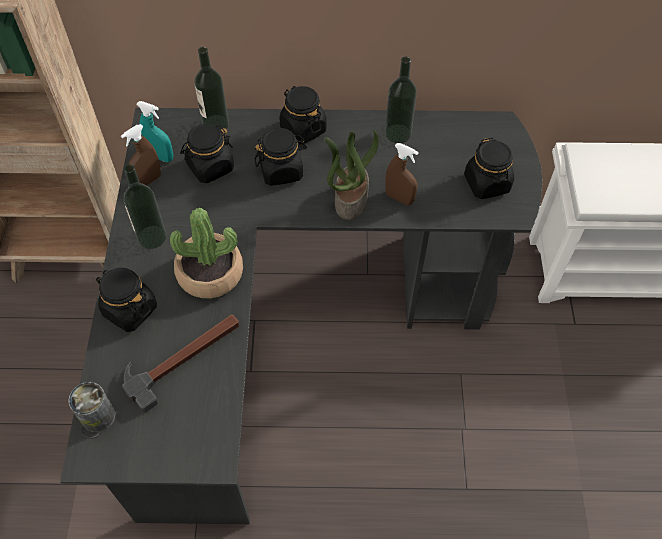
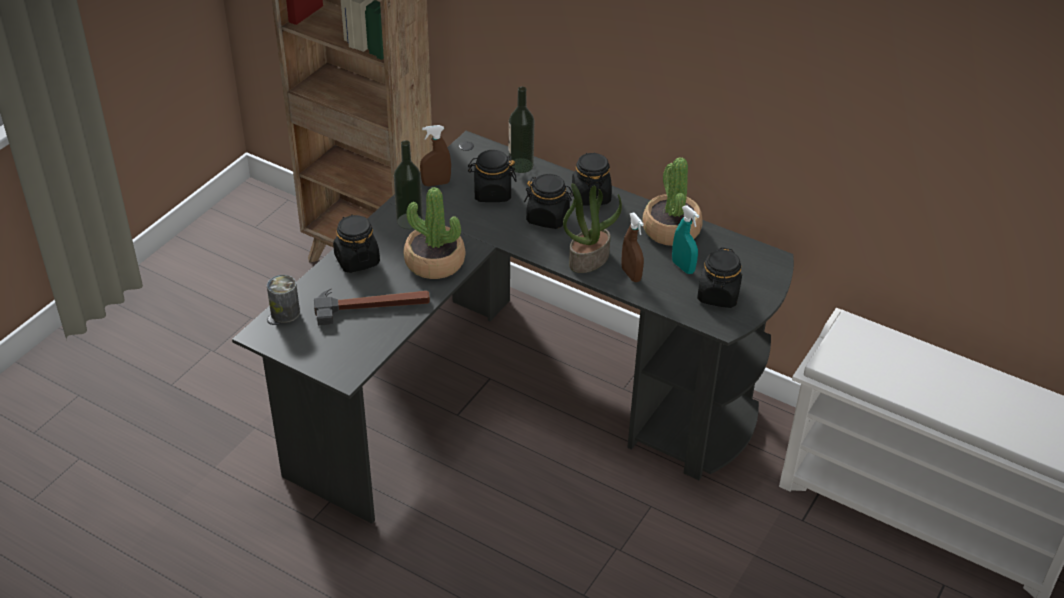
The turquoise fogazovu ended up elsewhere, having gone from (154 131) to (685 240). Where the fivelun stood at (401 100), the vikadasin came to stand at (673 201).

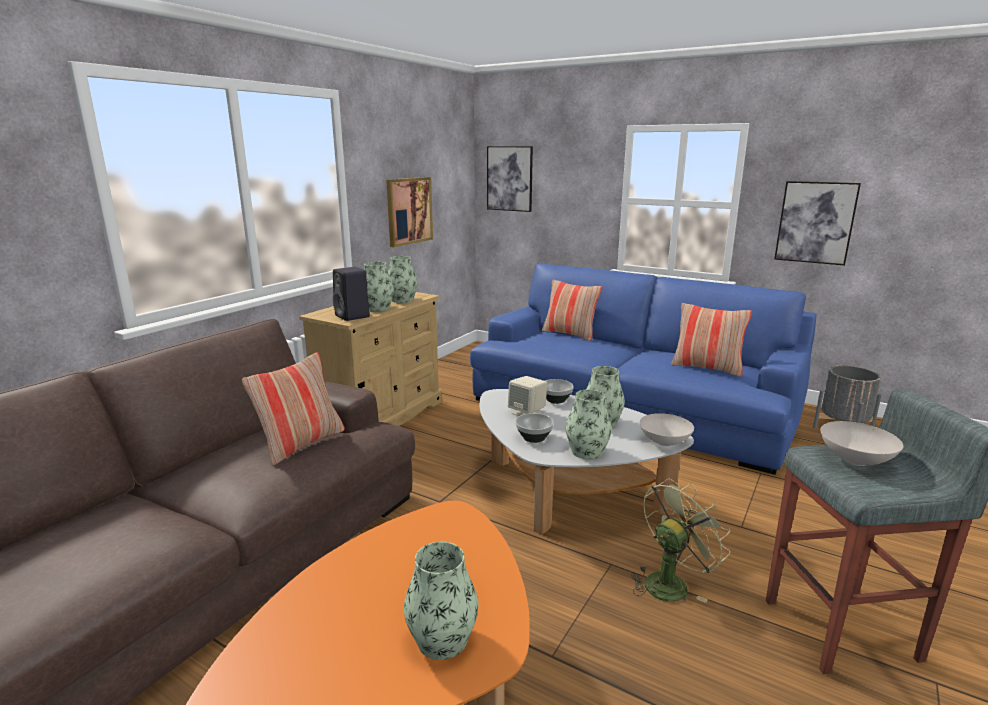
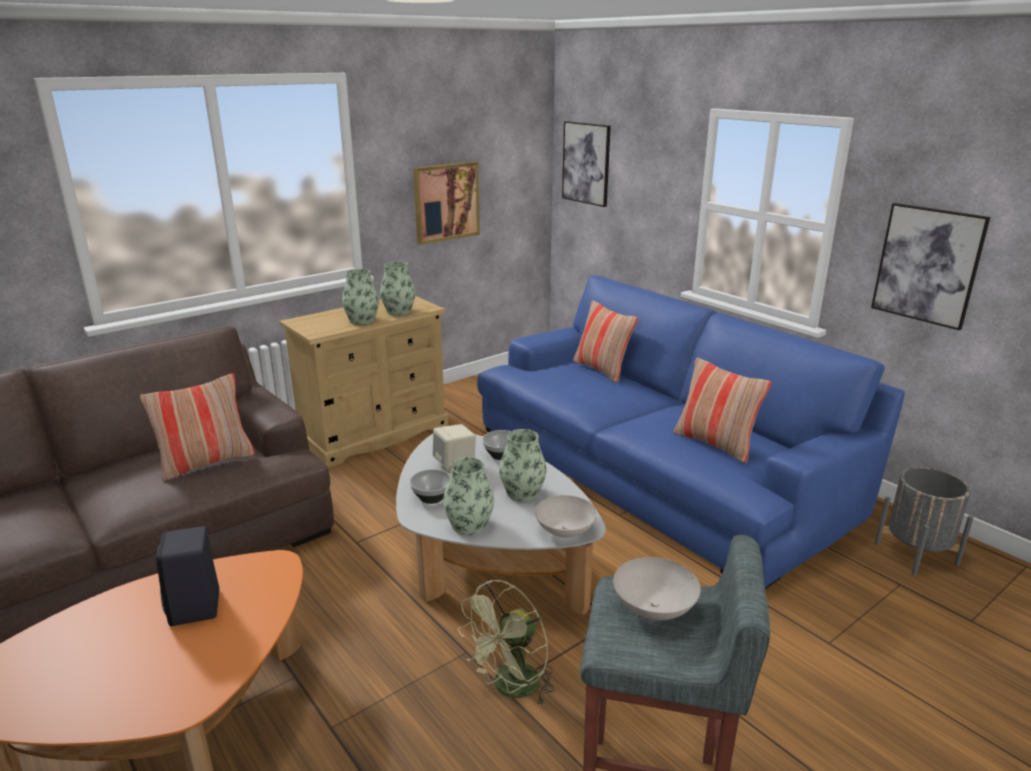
The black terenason ended up elsewhere, having gone from (351 294) to (187 576). The second view lost the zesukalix at (441 601). The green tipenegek at (680 540) ended up facing another way, 150 degrees clockwise from before.

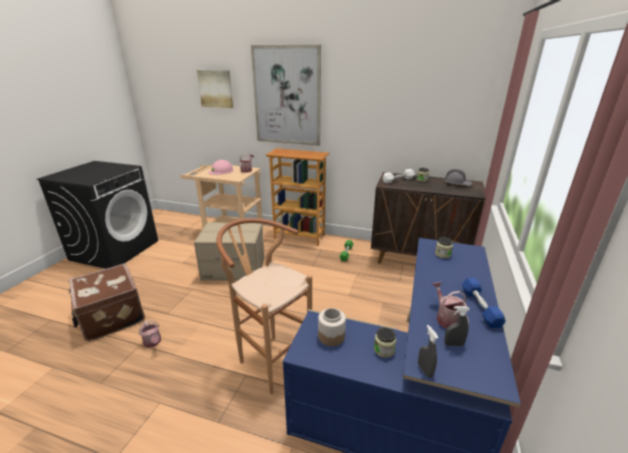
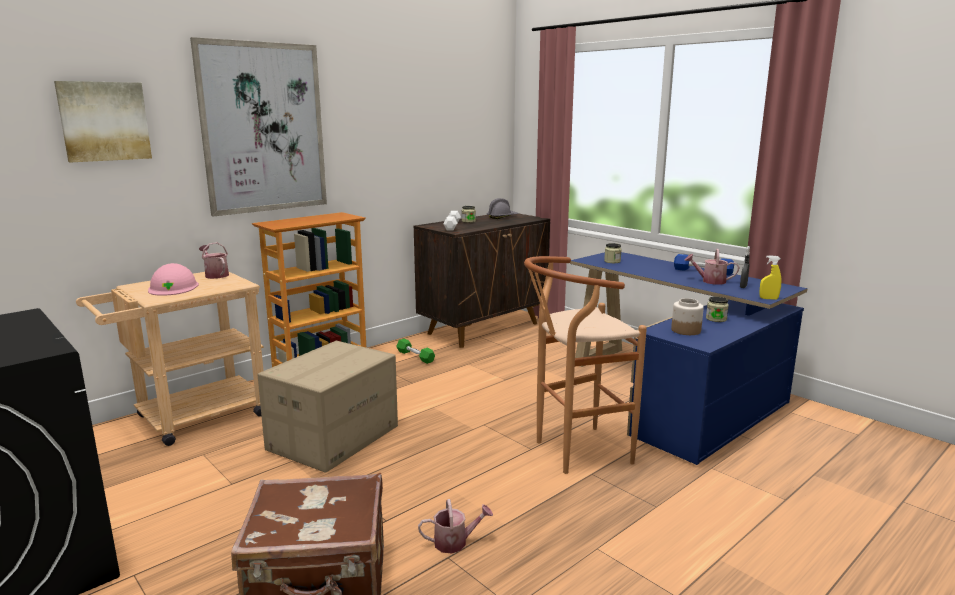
What was the grey fogazovu at (428 351) turned into the yellow fogazovu at (770 277).

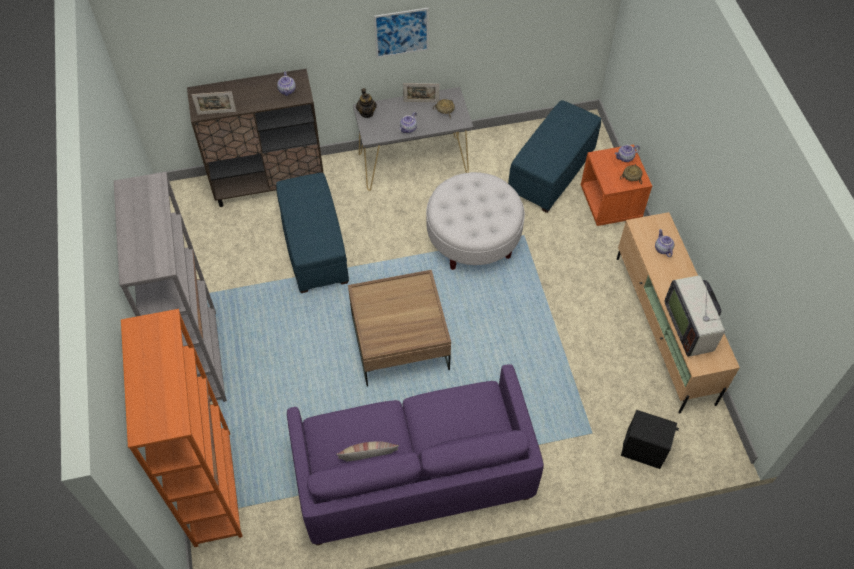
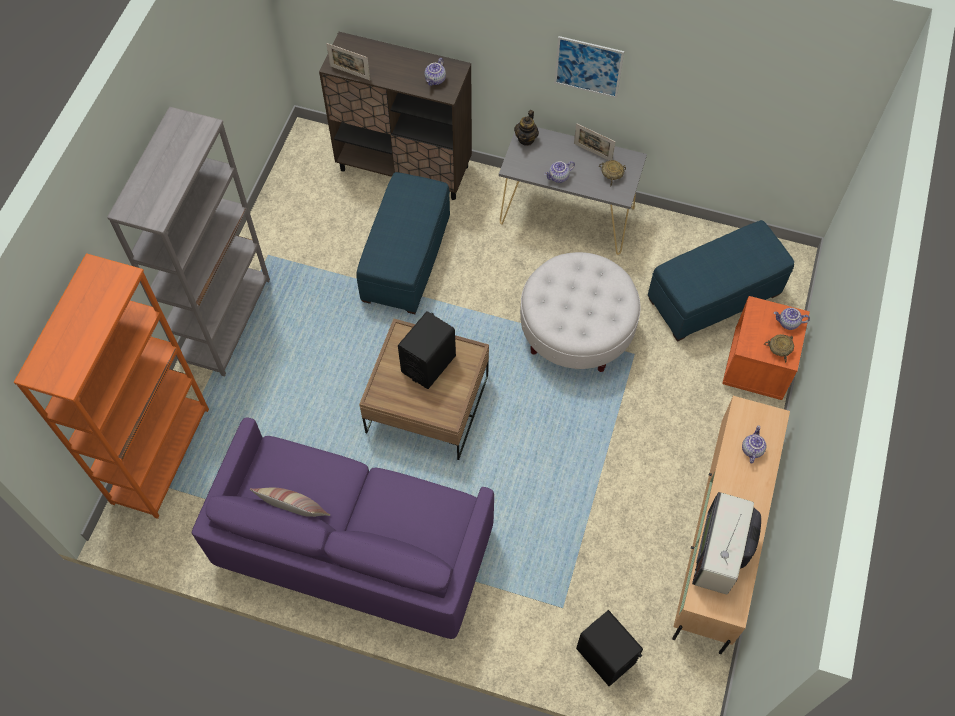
The second view gained the black terenason at (427 350).

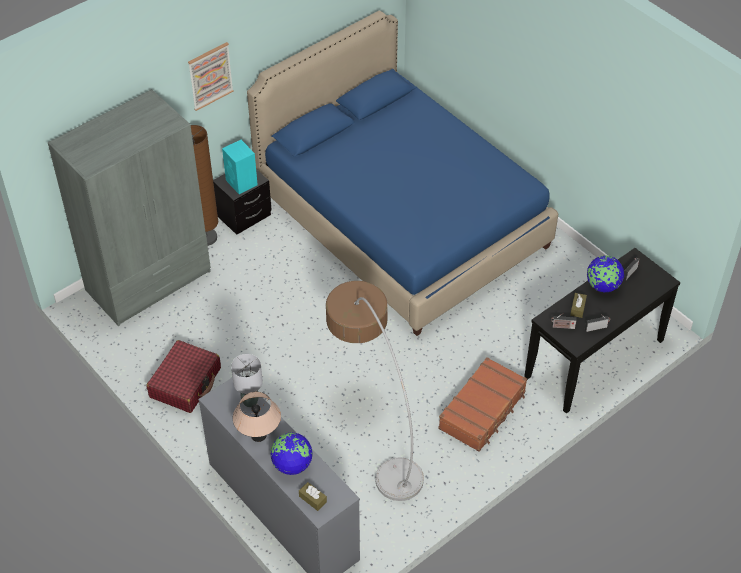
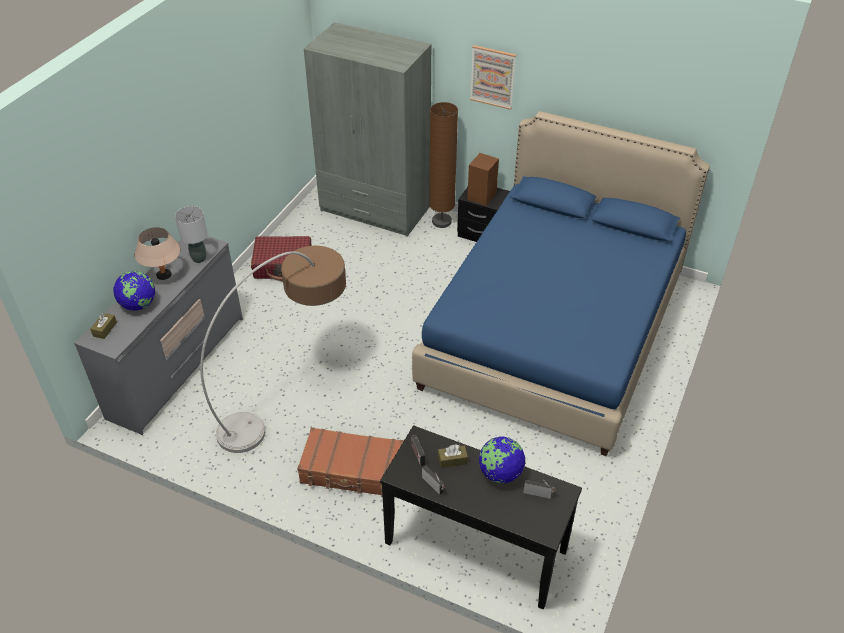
What was the turquoise terenason at (240 167) turned into the brown terenason at (483 179).

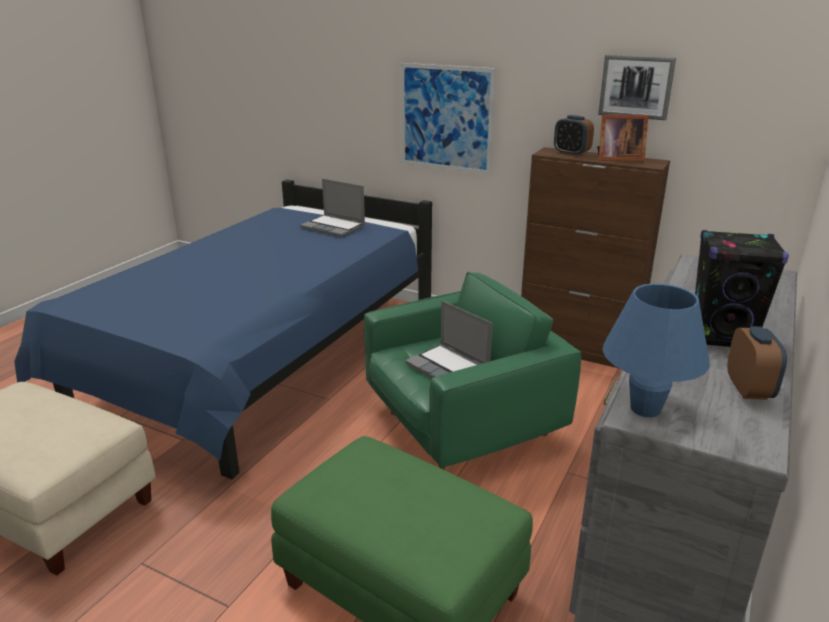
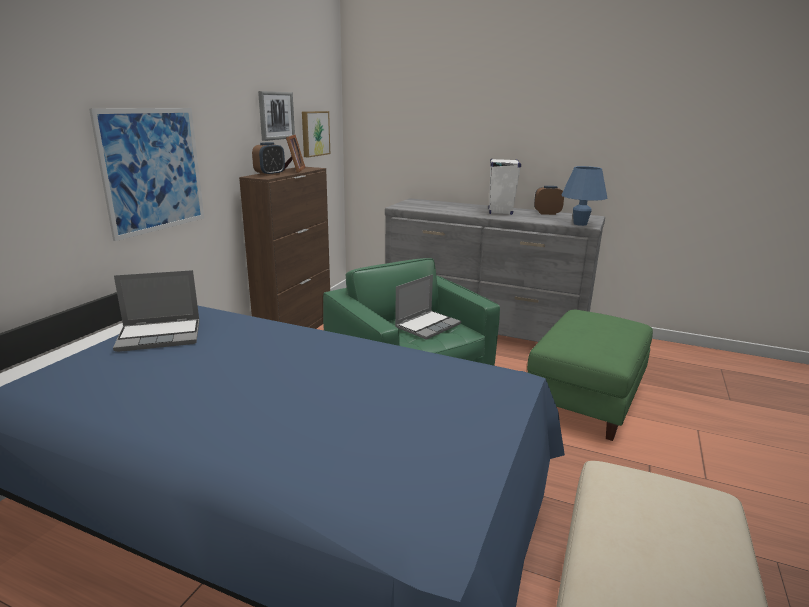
The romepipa at (332 208) ended up facing another way, 45 degrees clockwise from before. What was the black terenason at (742 288) turned into the white terenason at (504 187). The second view gained the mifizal at (316 134).

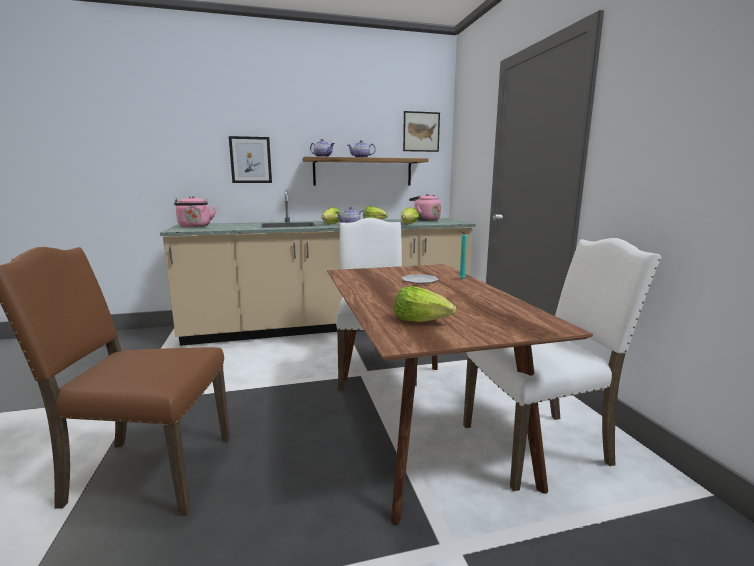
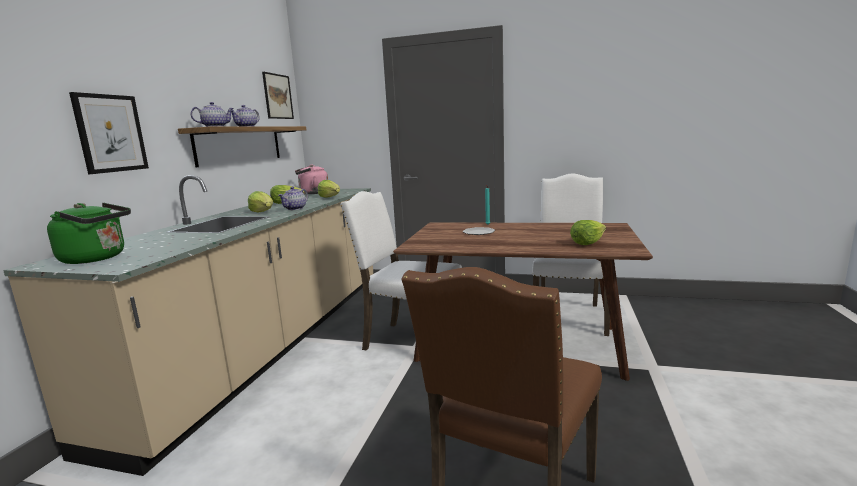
What was the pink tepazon at (195 211) turned into the green tepazon at (89 233).

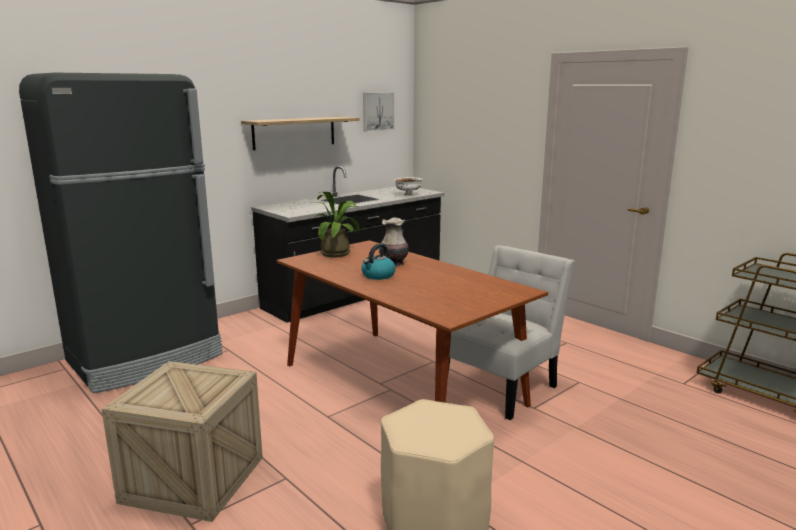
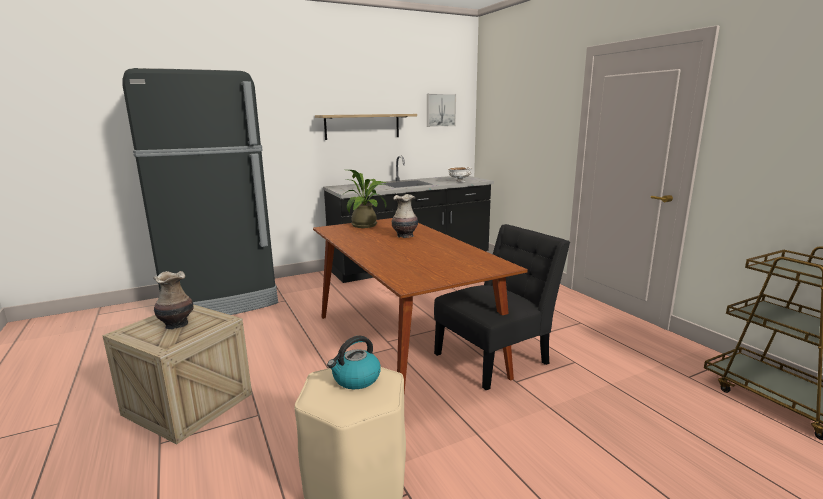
The tepazon ended up elsewhere, having gone from (379 262) to (354 362). What was the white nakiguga at (511 332) turned into the black nakiguga at (502 307). The second view gained the zesukalix at (173 300).

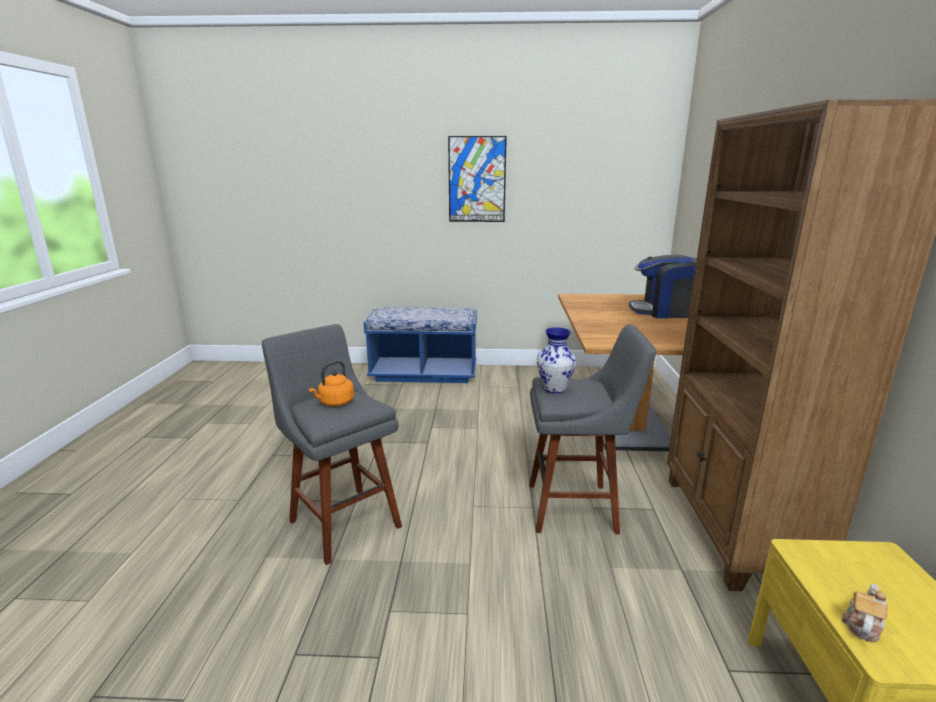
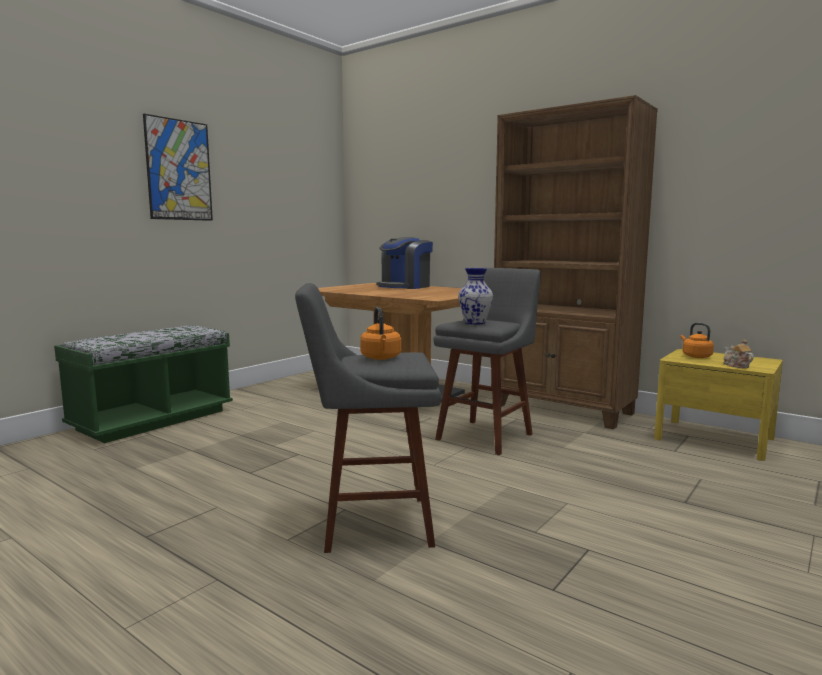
What was the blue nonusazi at (420 345) turned into the green nonusazi at (143 384). The second view gained the orange tepazon at (697 340).

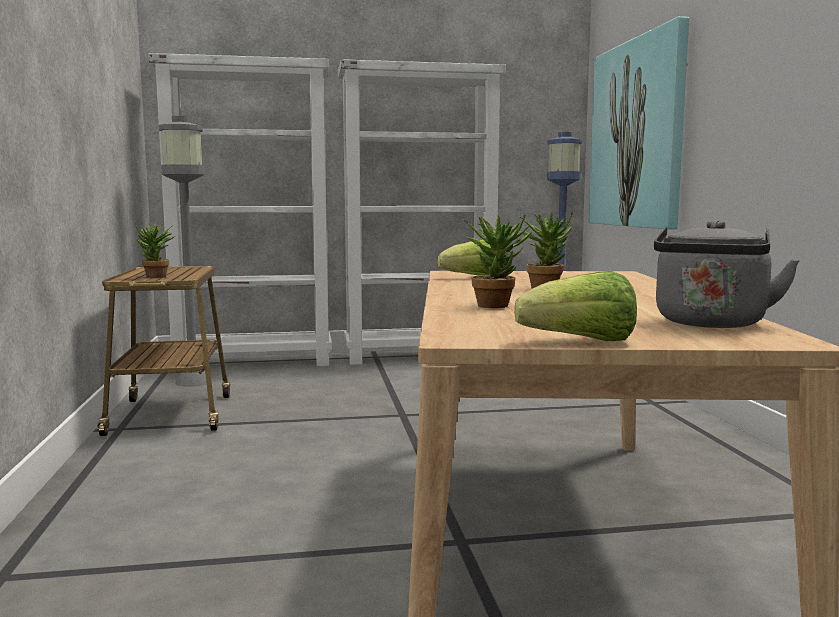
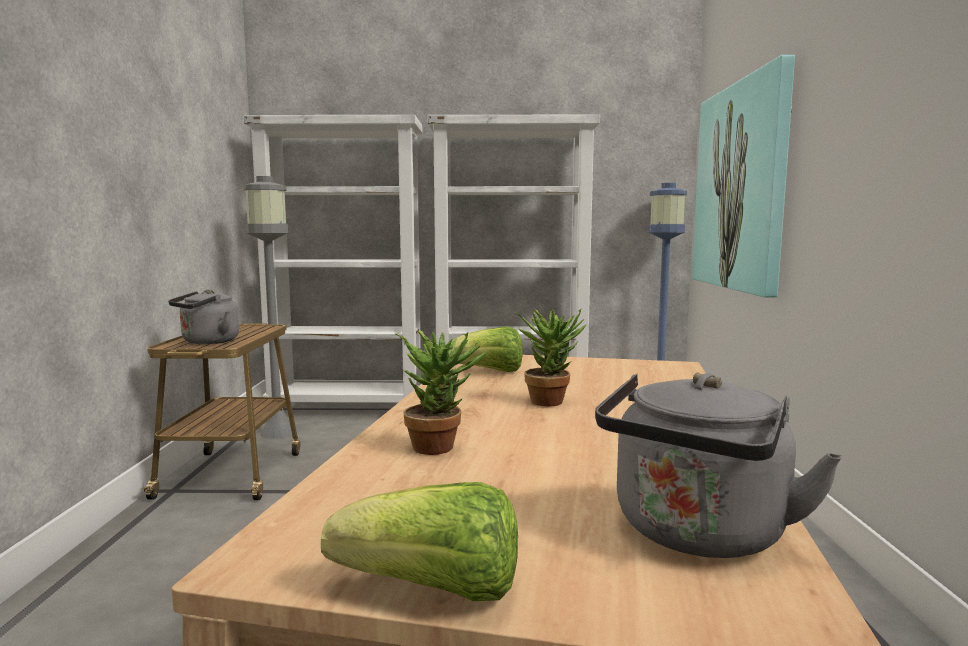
Where the vikadasin stood at (155 250), the grey tepazon came to stand at (203 316).

